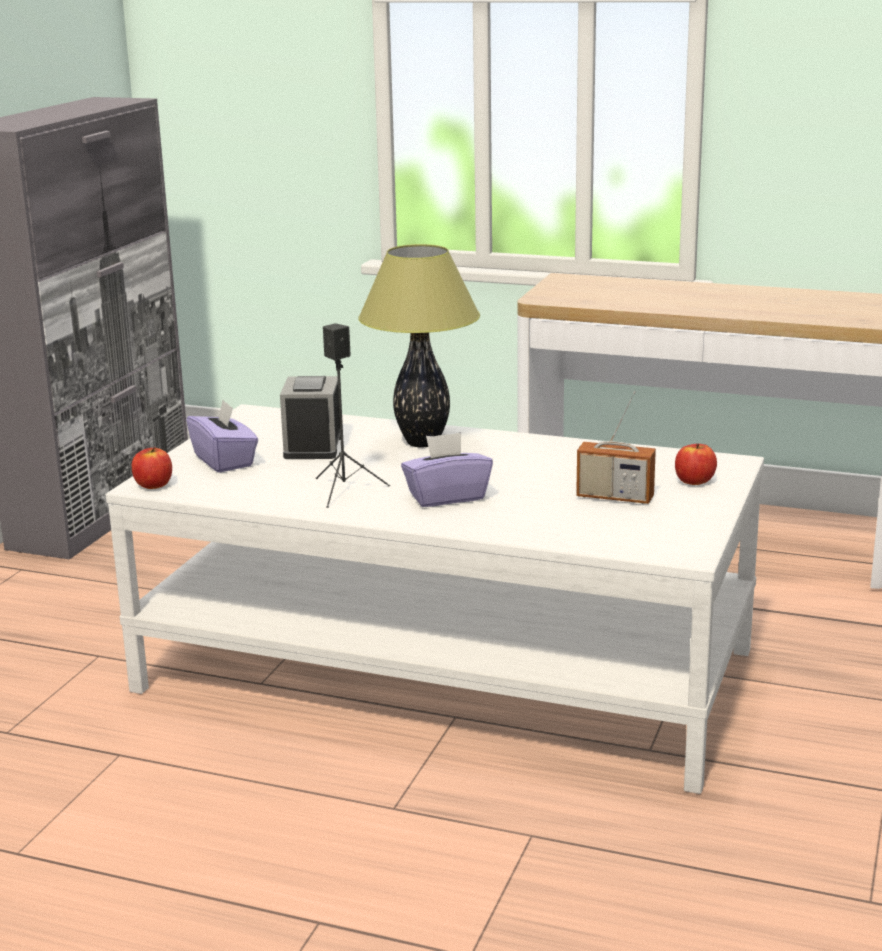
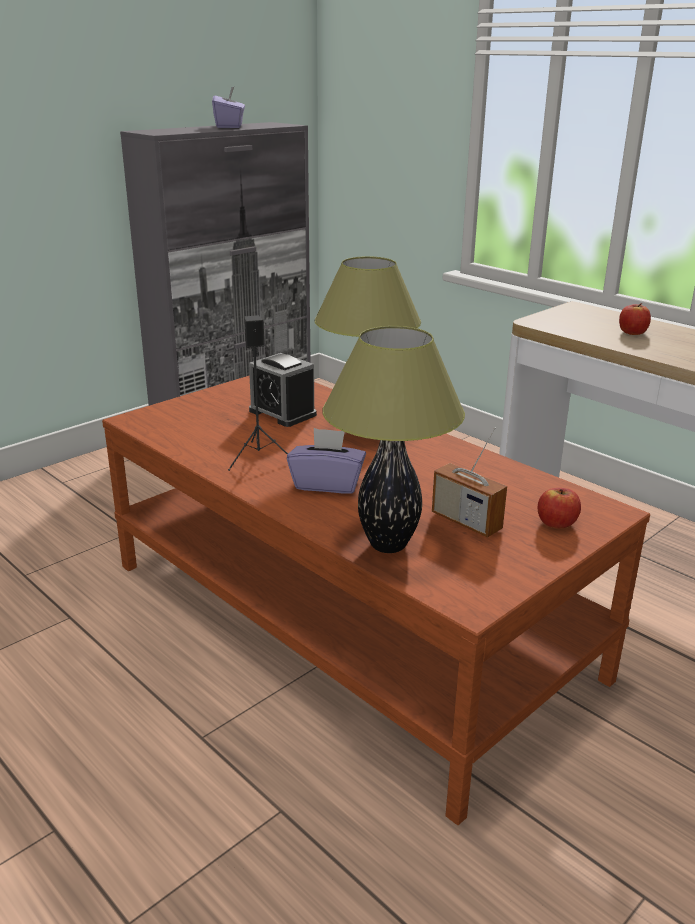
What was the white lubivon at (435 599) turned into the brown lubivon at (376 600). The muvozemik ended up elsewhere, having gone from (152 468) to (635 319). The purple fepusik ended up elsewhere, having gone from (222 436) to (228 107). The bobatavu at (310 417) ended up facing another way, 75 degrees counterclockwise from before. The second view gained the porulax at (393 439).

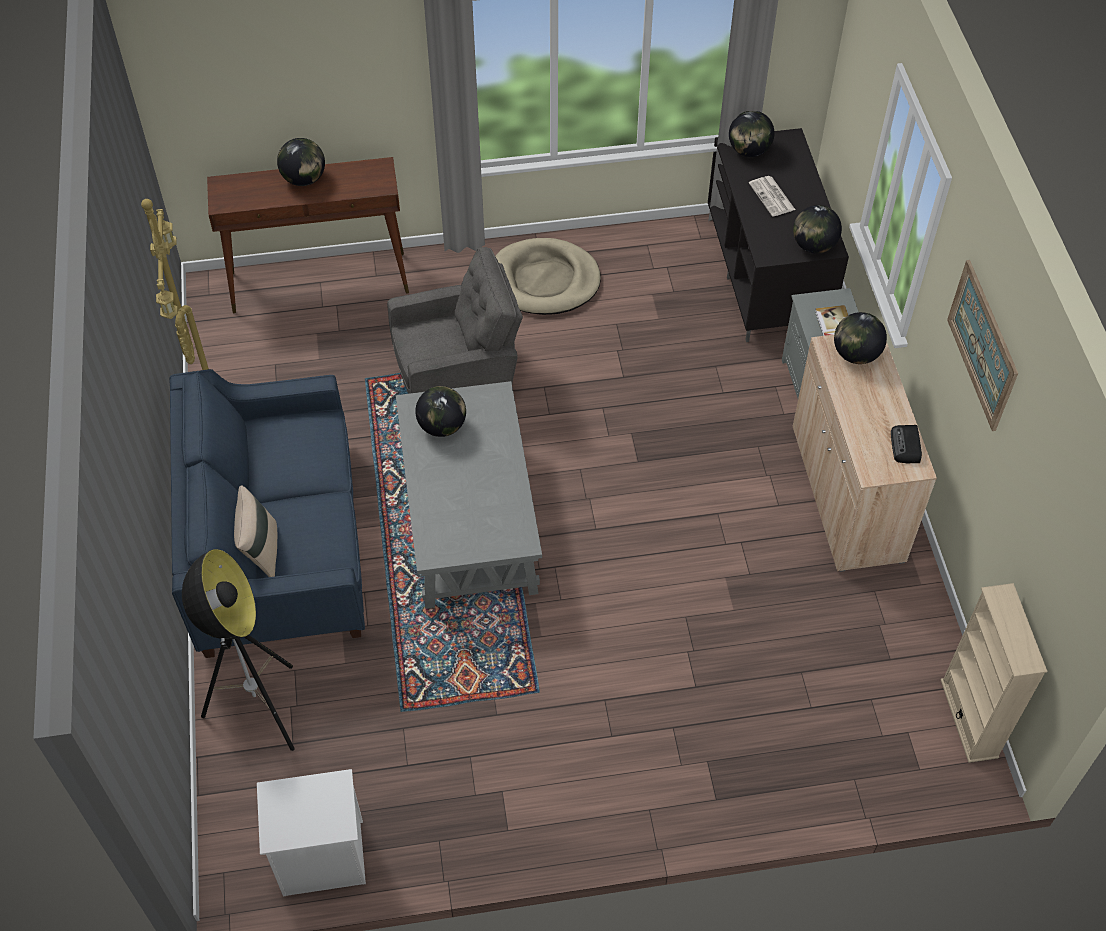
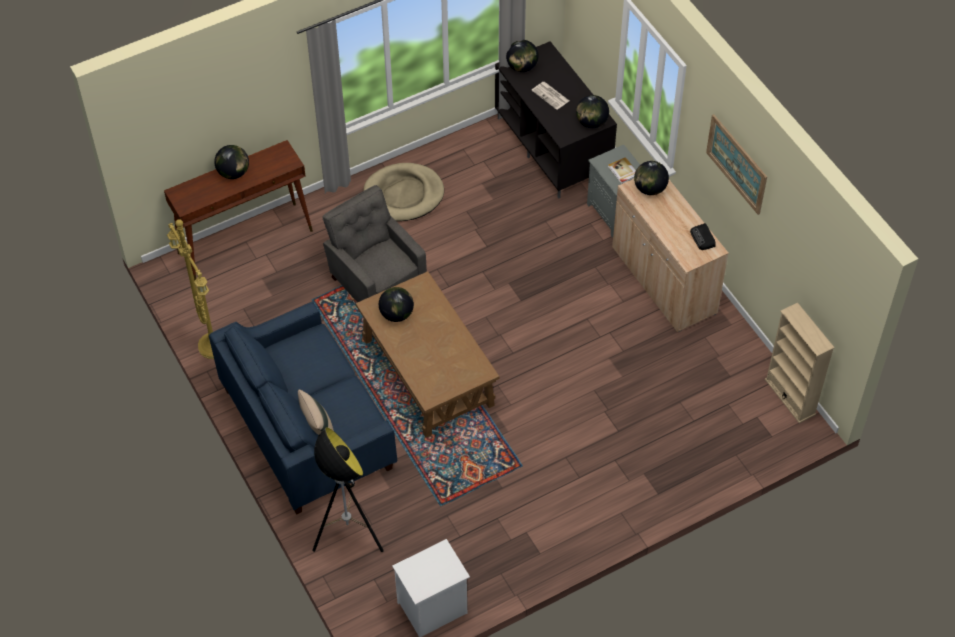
The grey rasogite at (455 320) ended up facing another way, 90 degrees counterclockwise from before. What was the grey lubivon at (469 495) turned into the brown lubivon at (427 354).

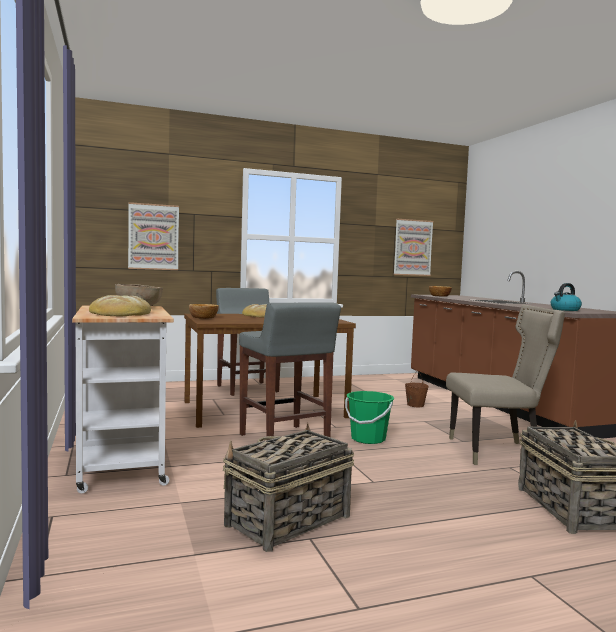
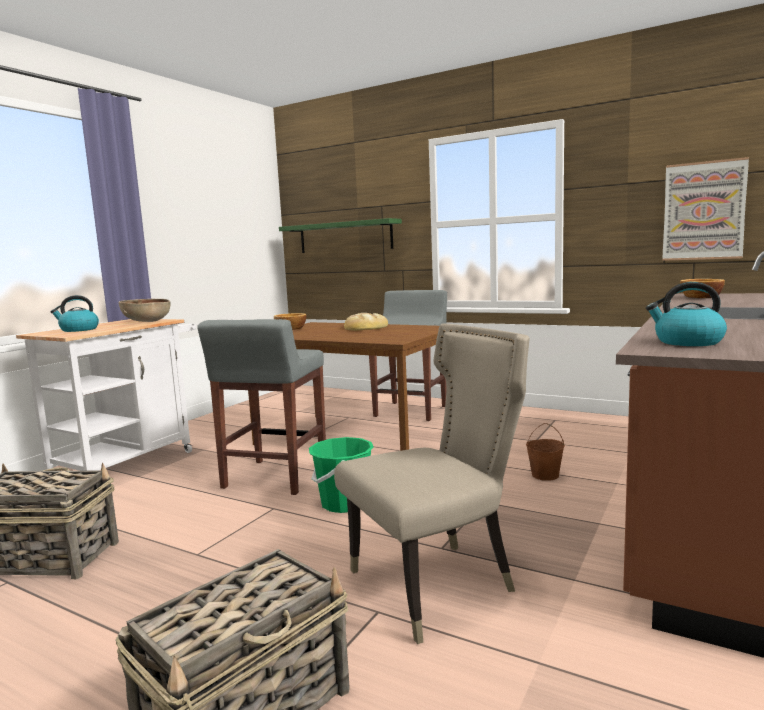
Where the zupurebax stood at (120 305), the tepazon came to stand at (74 313). Where the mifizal hung at (153 236), the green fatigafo came to hang at (340 235). The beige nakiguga at (505 385) ended up facing another way, 75 degrees counterclockwise from before.

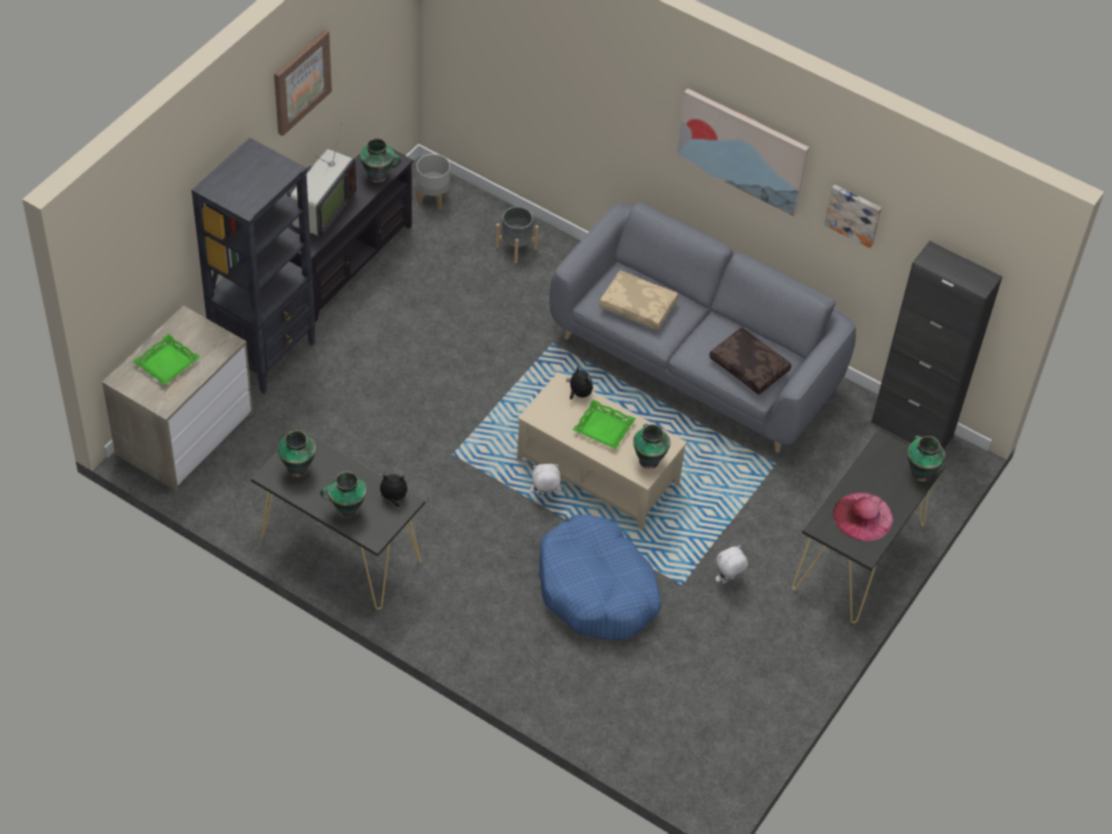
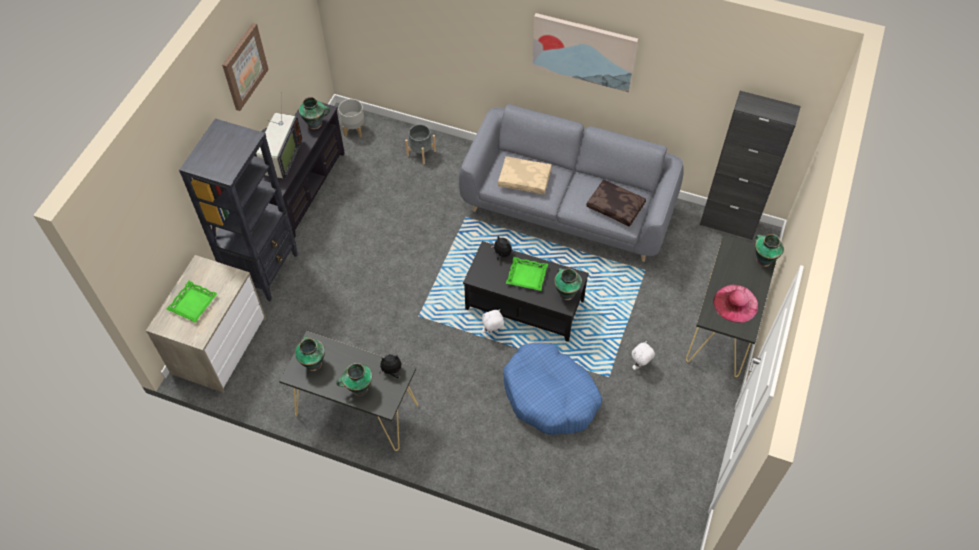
What was the beige lubivon at (602 451) turned into the black lubivon at (526 291). The second view lost the mifizal at (853 216).

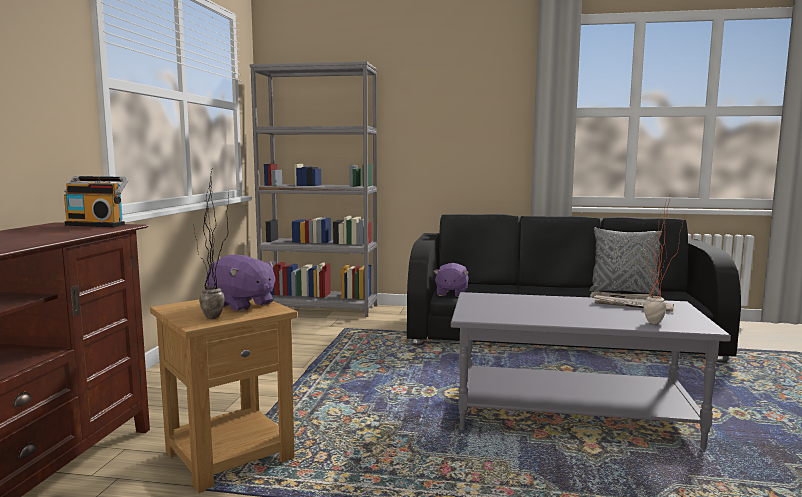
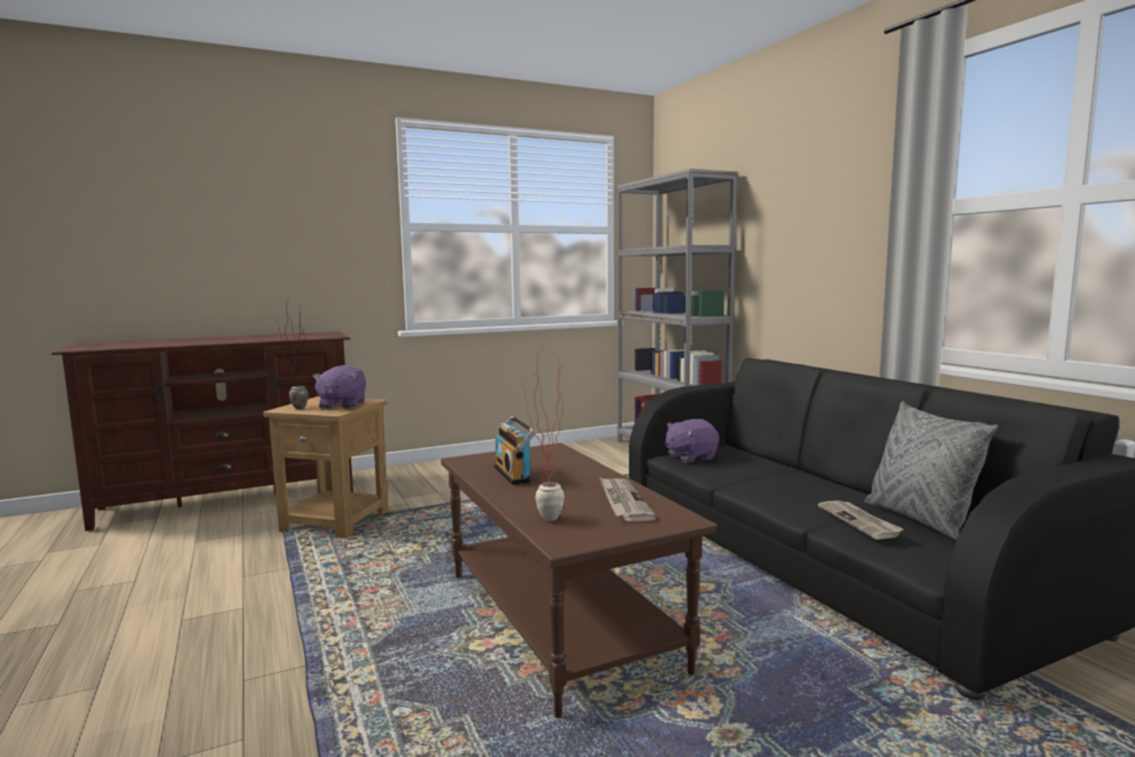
The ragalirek ended up elsewhere, having gone from (96 201) to (515 450). What was the grey lubivon at (591 371) turned into the brown lubivon at (579 580).

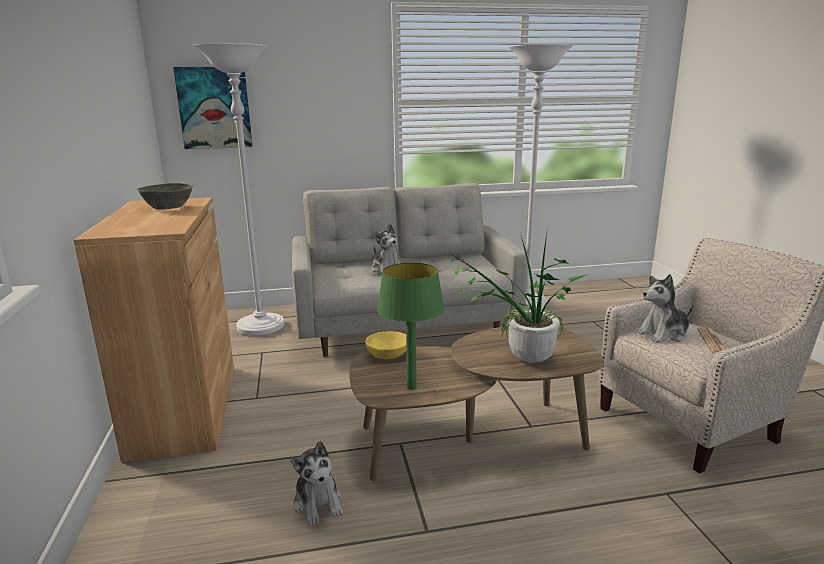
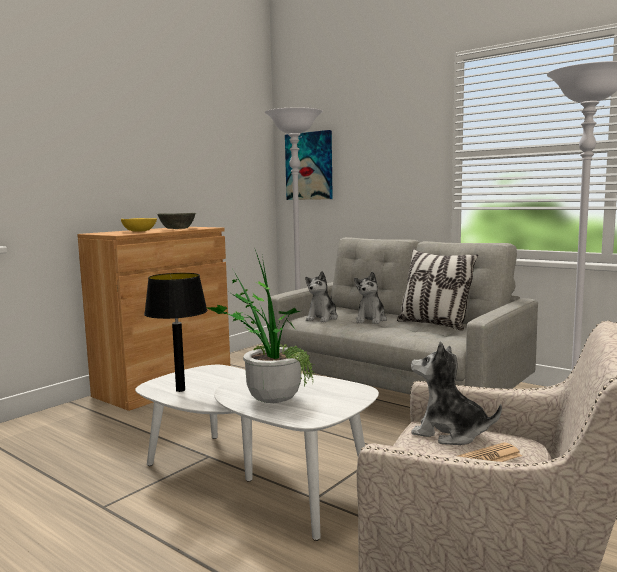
The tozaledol ended up elsewhere, having gone from (317 483) to (321 296). What was the brown lubivon at (477 403) turned into the white lubivon at (257 453). The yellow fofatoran ended up elsewhere, having gone from (385 345) to (139 225). What was the green porulax at (411 326) turned into the black porulax at (176 332). The second view gained the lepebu at (437 290).

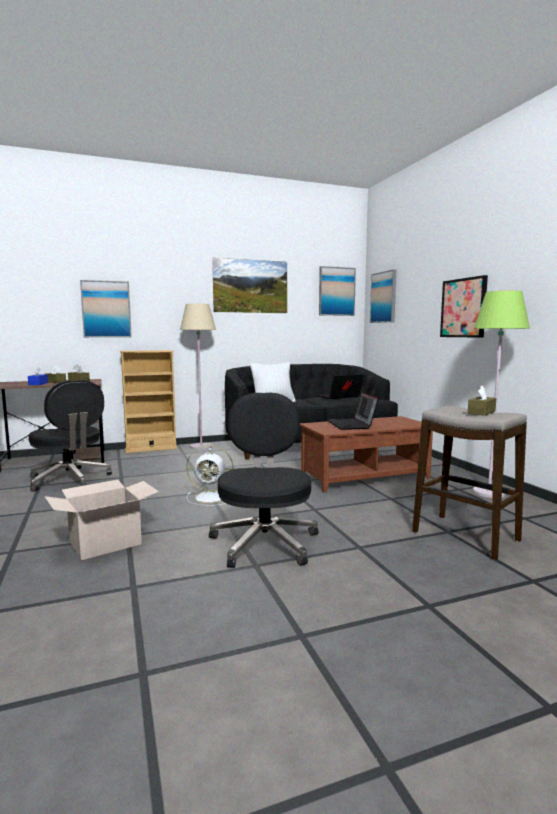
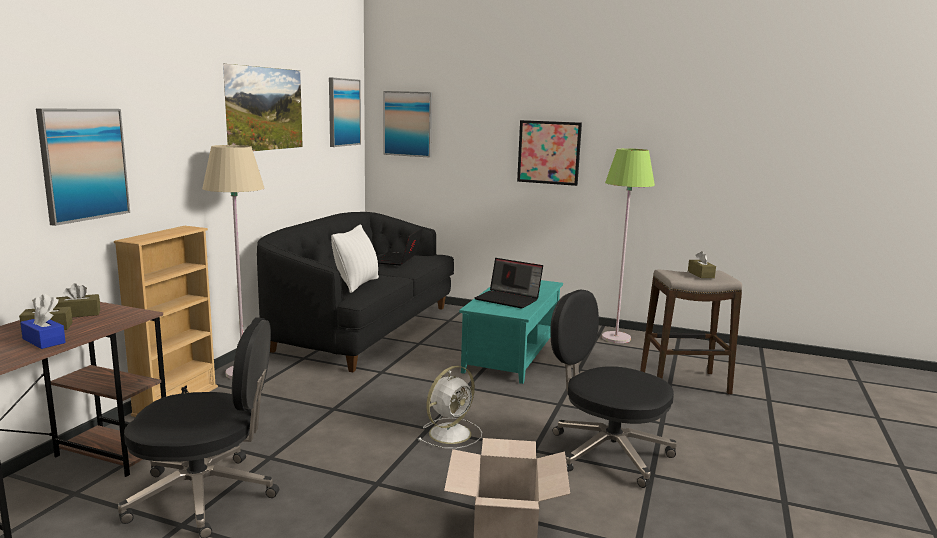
What was the brown lubivon at (366 454) turned into the turquoise lubivon at (511 332).

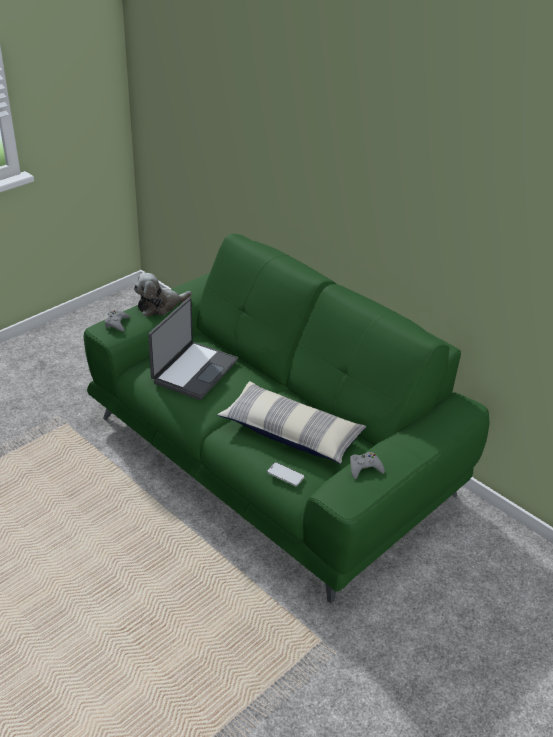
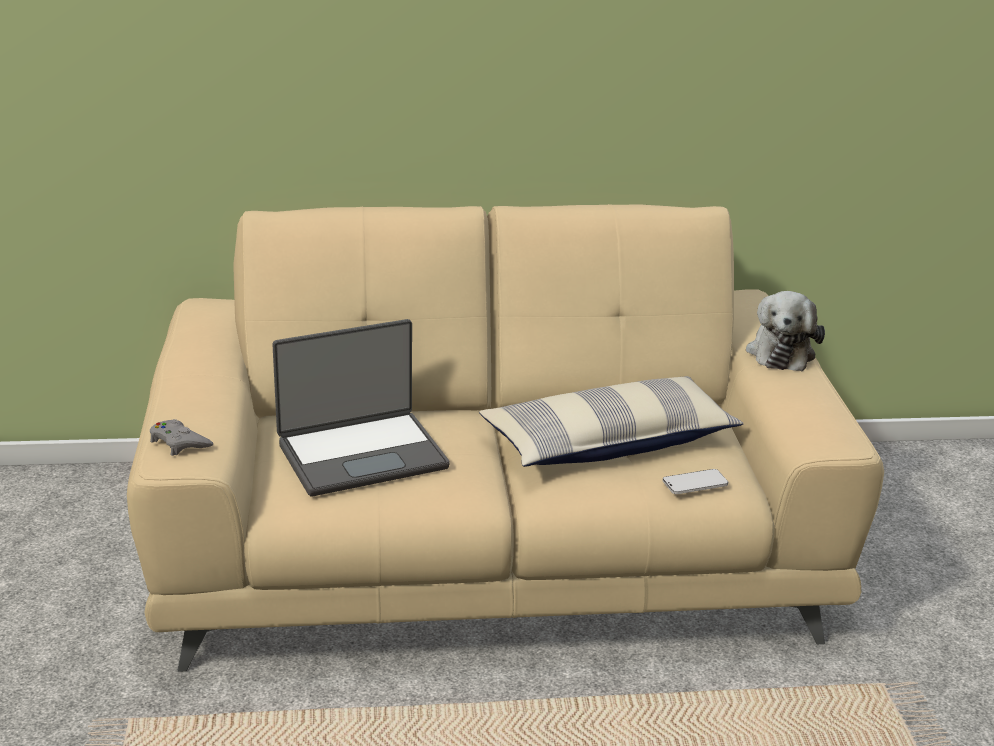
What was the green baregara at (287 419) turned into the beige baregara at (505 438). The tozaledol ended up elsewhere, having gone from (163 294) to (785 331). The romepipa at (193 349) ended up facing another way, 90 degrees clockwise from before. The second view lost the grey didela at (367 465).

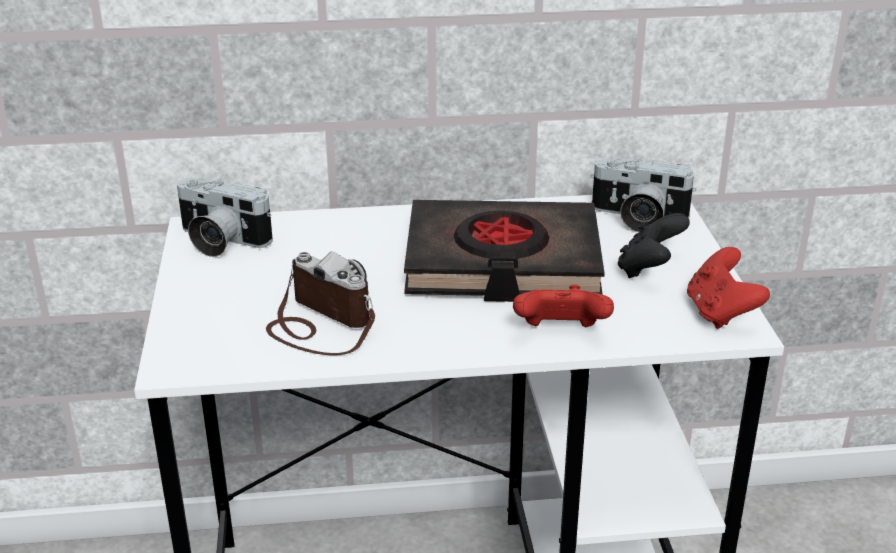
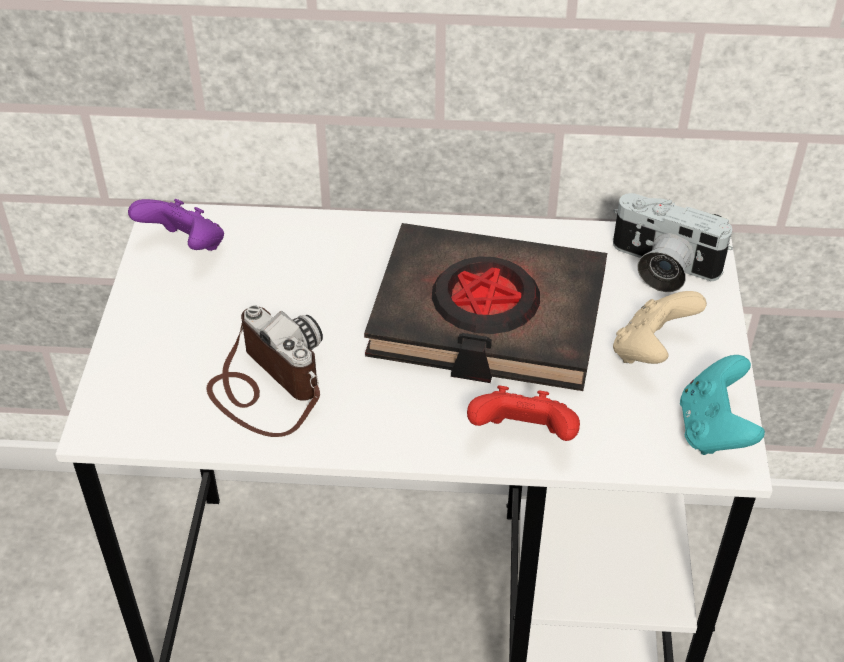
Where the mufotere stood at (225 217), the purple didela came to stand at (176 225). What was the black didela at (654 245) turned into the beige didela at (660 327). What was the red didela at (728 288) turned into the turquoise didela at (722 405).

